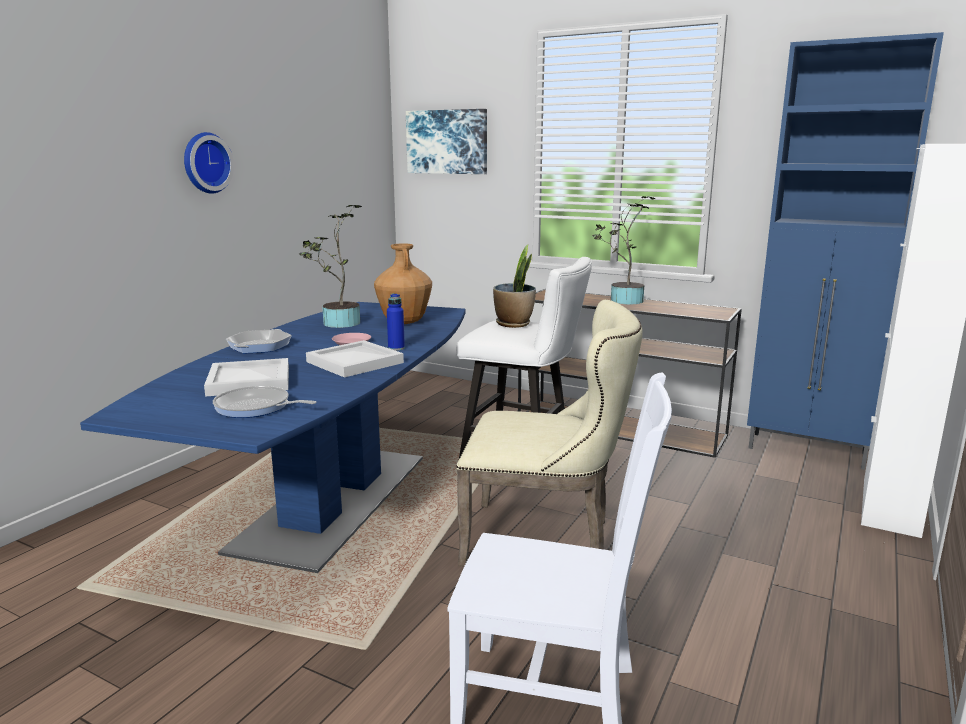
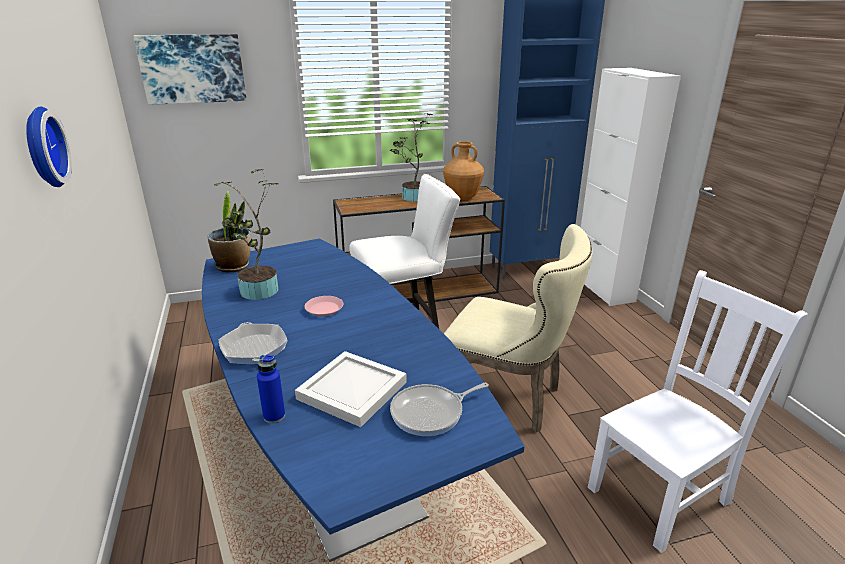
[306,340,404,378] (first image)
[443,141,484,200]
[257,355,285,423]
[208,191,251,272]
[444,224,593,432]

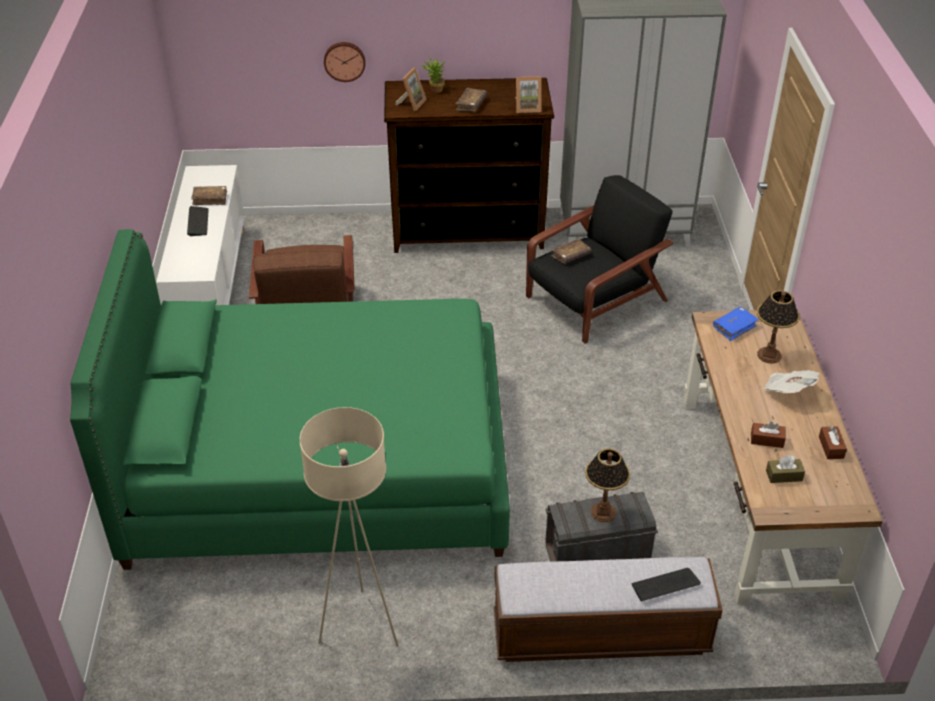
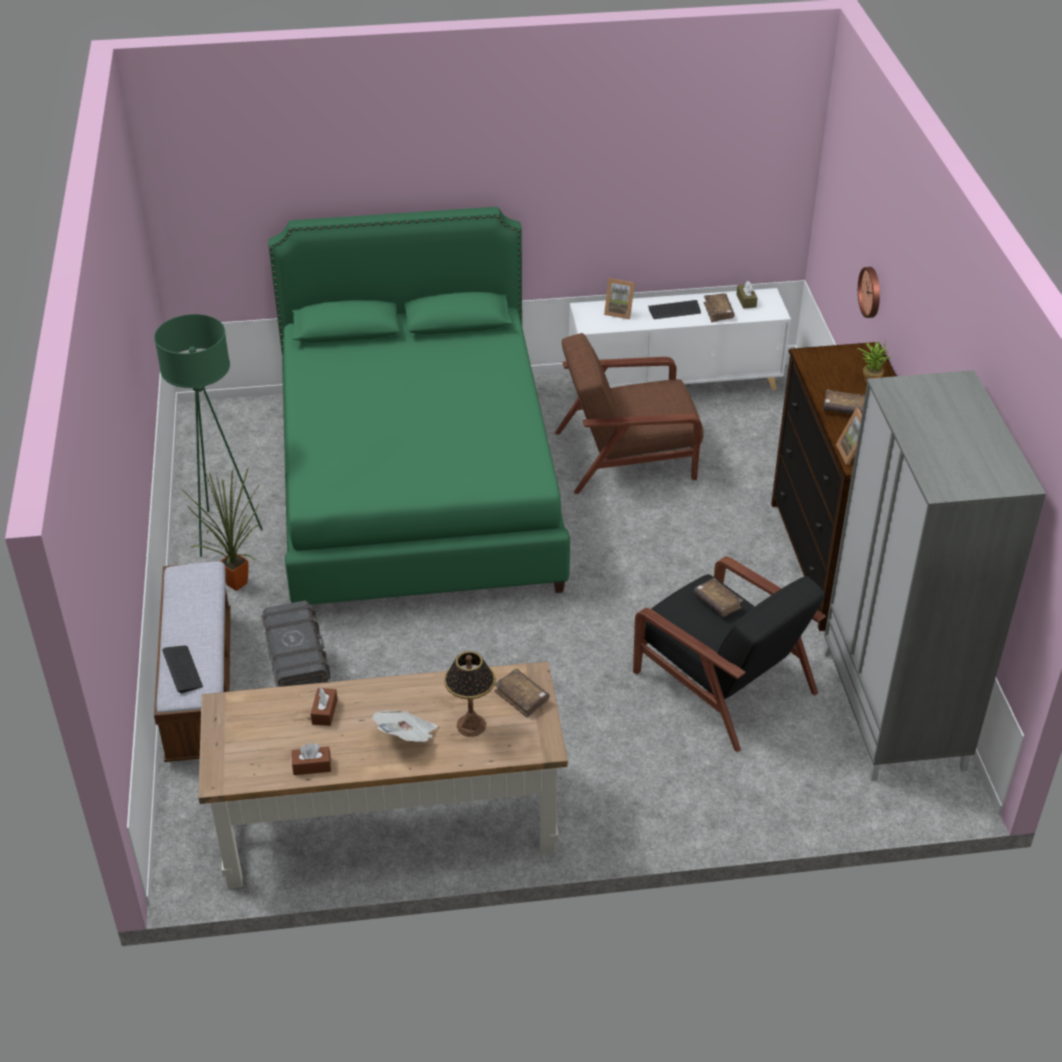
[585,448,630,522] (first image)
[183,459,260,591]
[604,278,635,319]
[736,281,757,309]
[154,314,263,557]
[494,669,549,718]

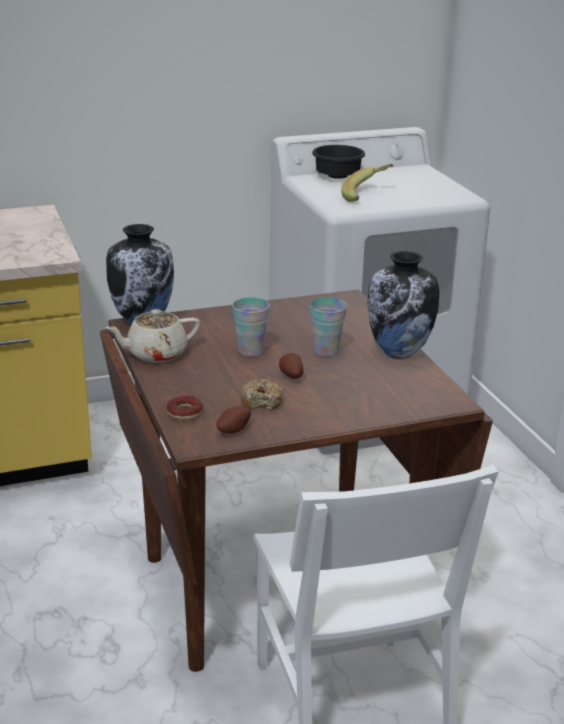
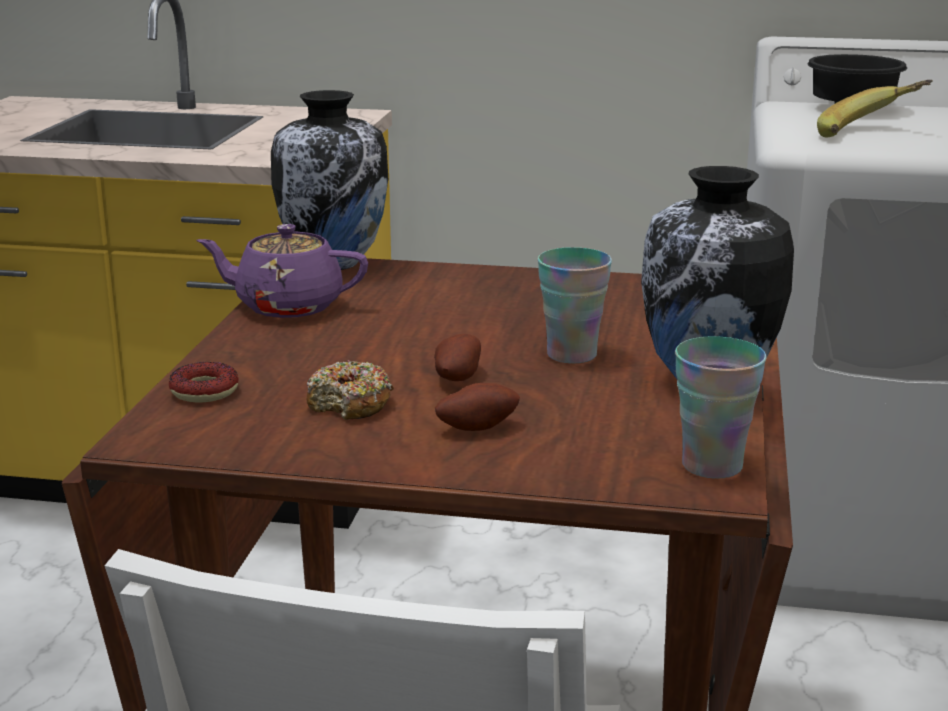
[435,383,520,431]
[675,336,767,479]
[197,224,368,318]

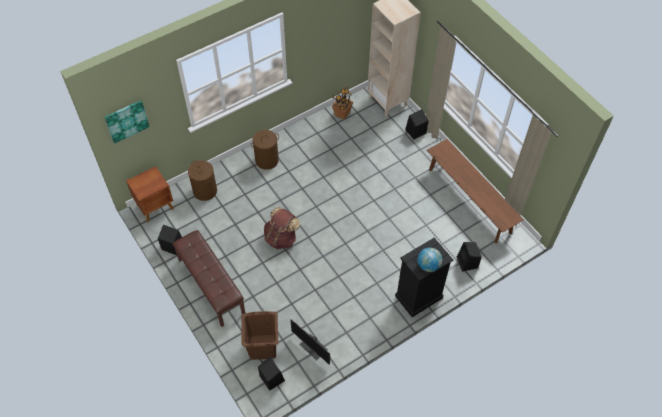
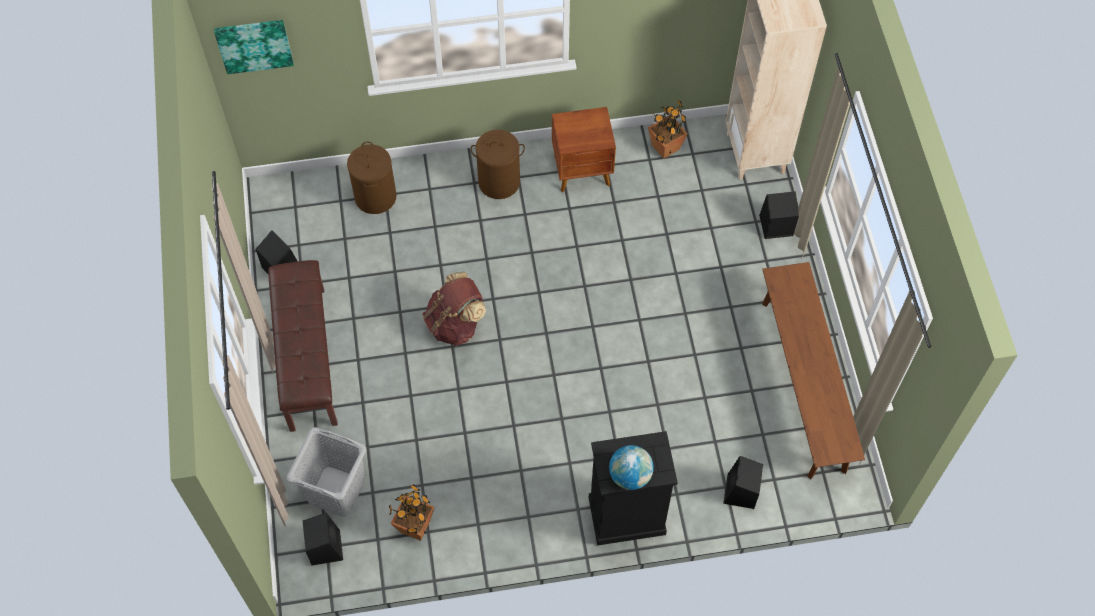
[552,107,616,192]
[389,484,435,541]
[287,427,366,517]

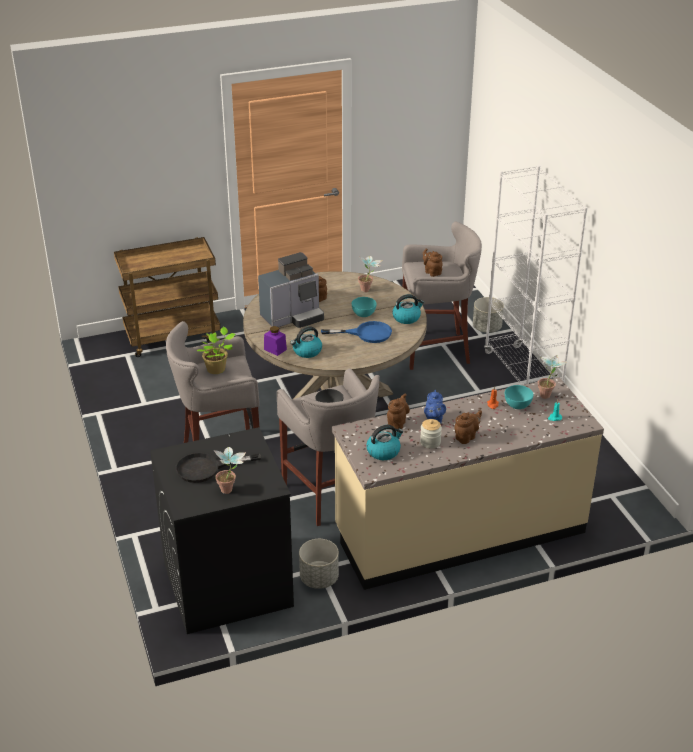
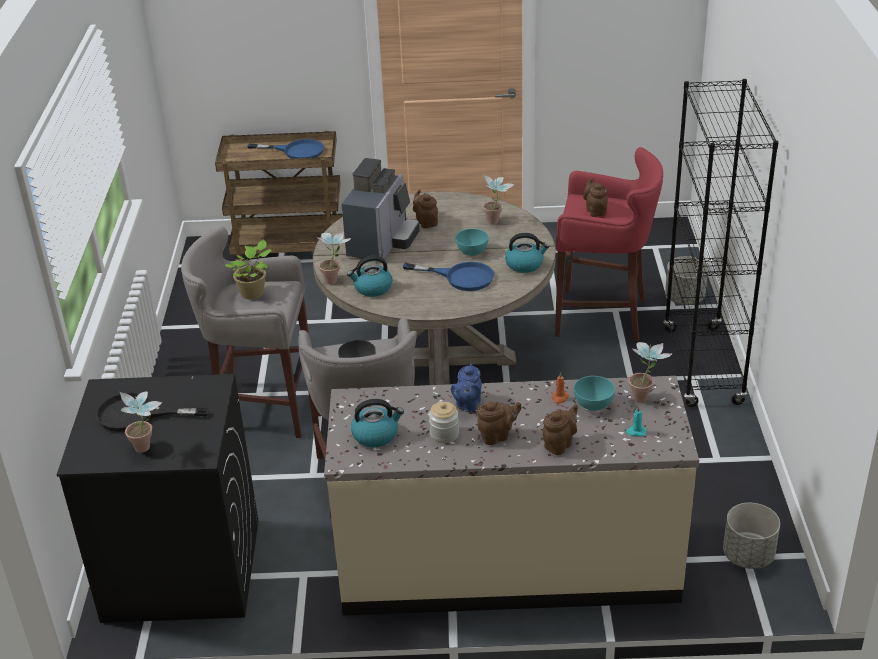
[247,139,324,159]
[723,503,780,569]
[542,404,578,455]
[317,231,351,284]
[555,147,663,341]
[663,79,779,407]
[342,158,419,260]

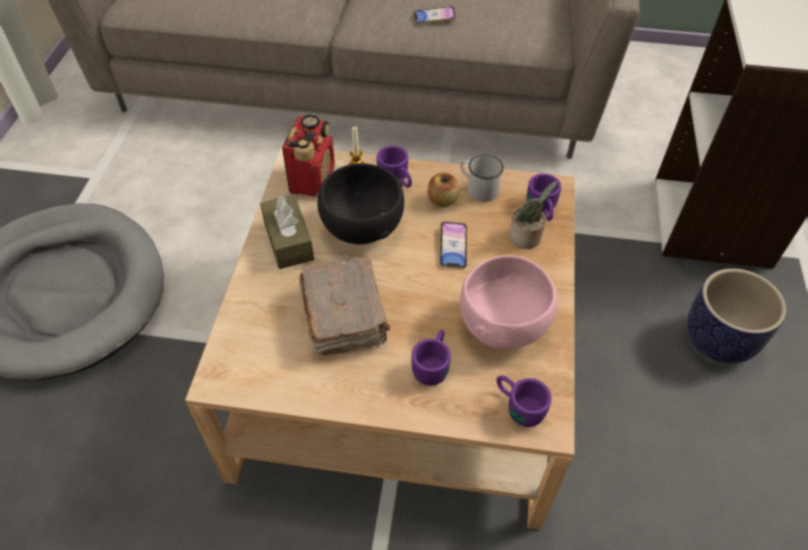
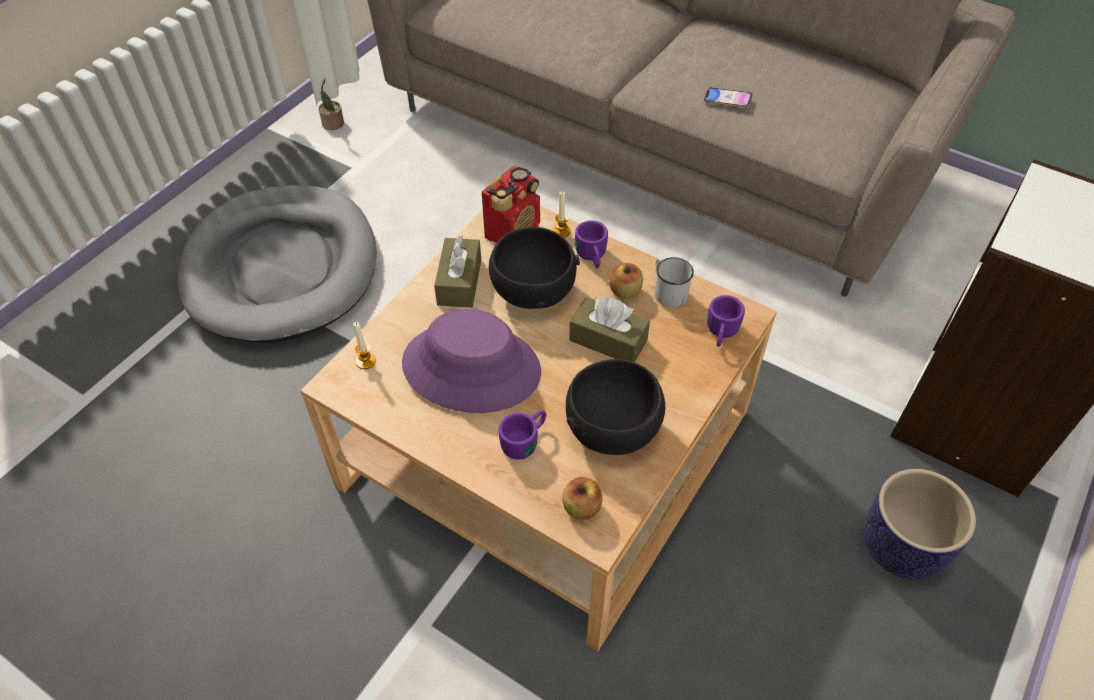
[353,322,376,369]
[319,78,344,130]
[402,309,541,413]
[569,297,650,362]
[562,477,602,520]
[566,359,665,455]

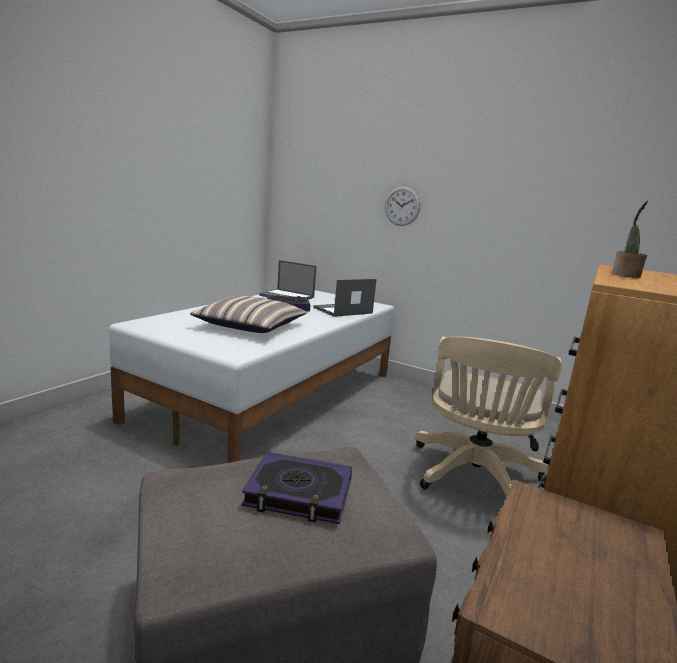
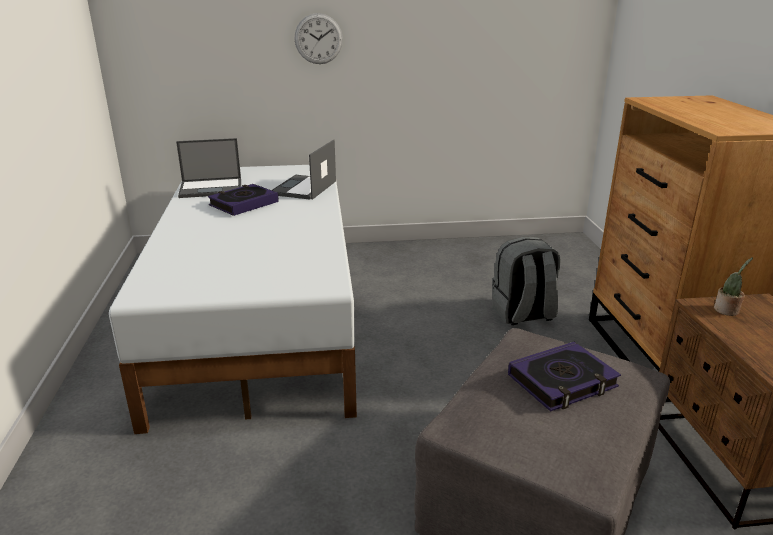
[190,295,307,333] (first image)
[714,257,753,316]
[492,237,561,325]

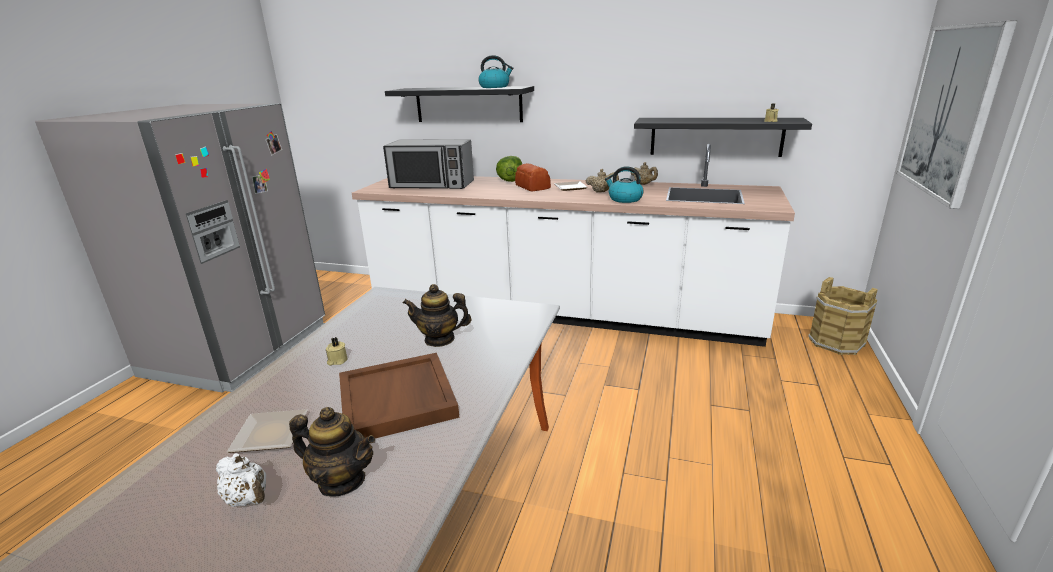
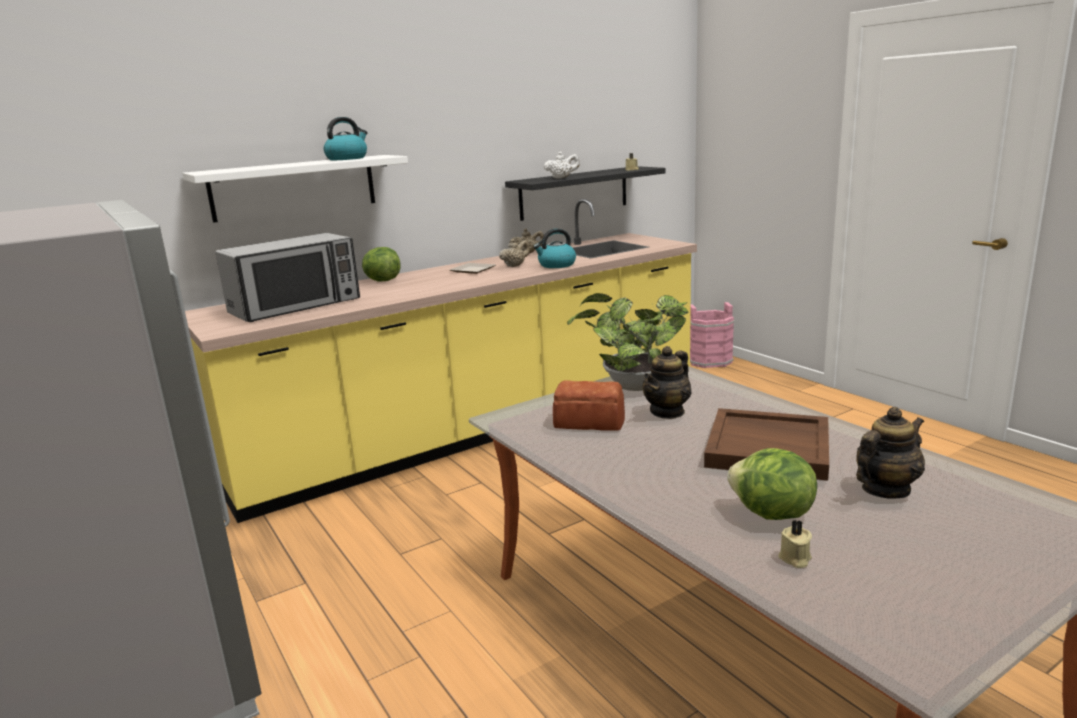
[896,20,1018,209] (first image)
[567,293,688,391]
[544,152,579,179]
[778,520,812,568]
[553,380,625,431]
[727,448,817,520]
[185,199,697,523]
[182,155,408,223]
[690,302,735,368]

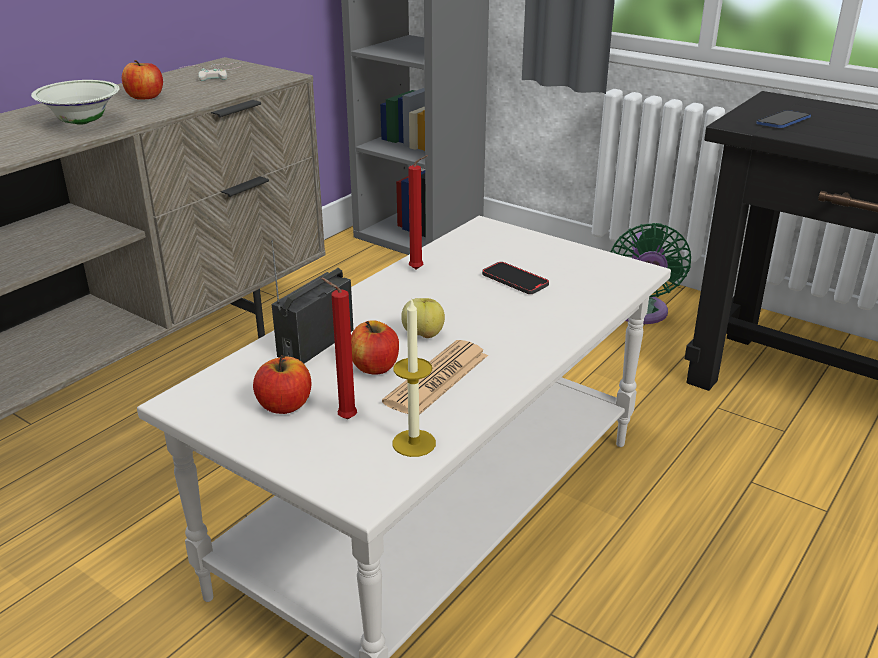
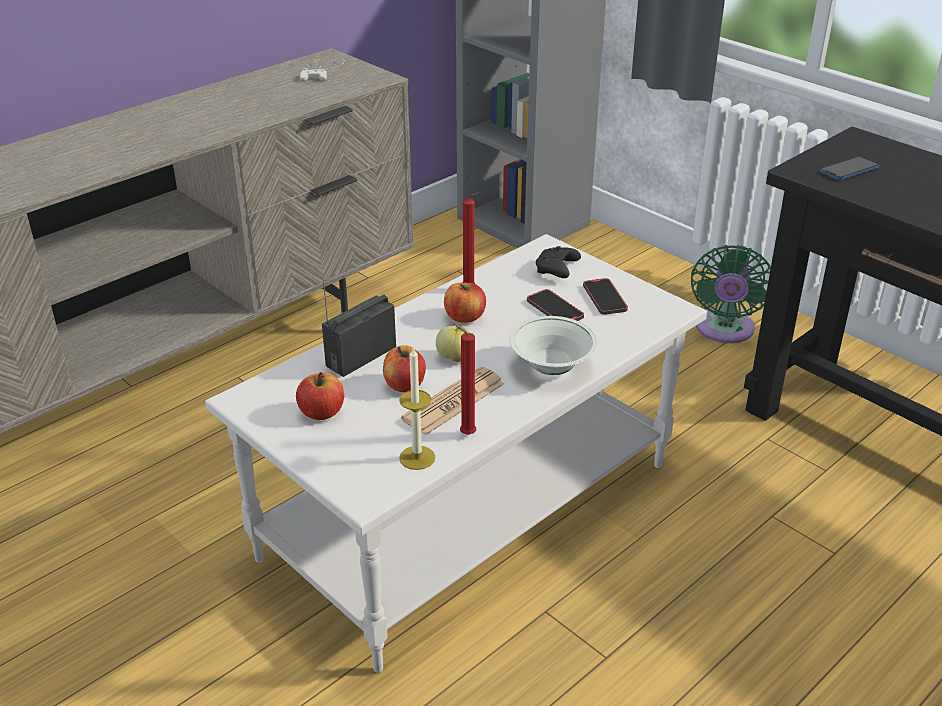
[536,246,581,278]
[583,278,628,315]
[510,316,598,375]
[444,282,486,323]
[453,323,476,435]

